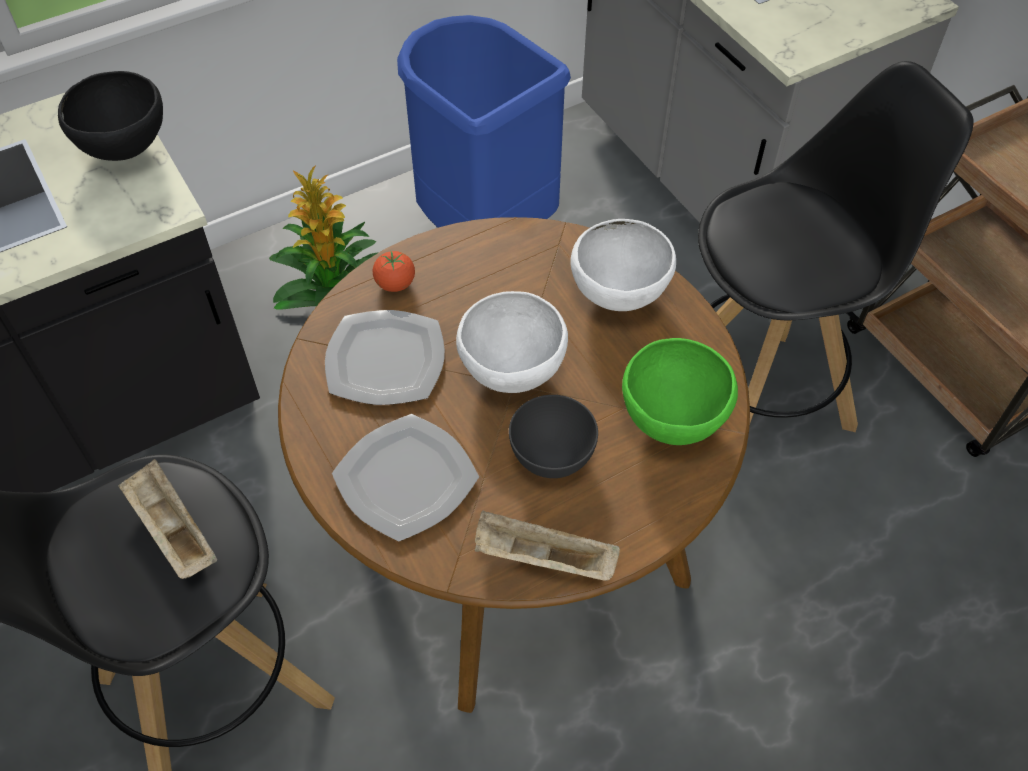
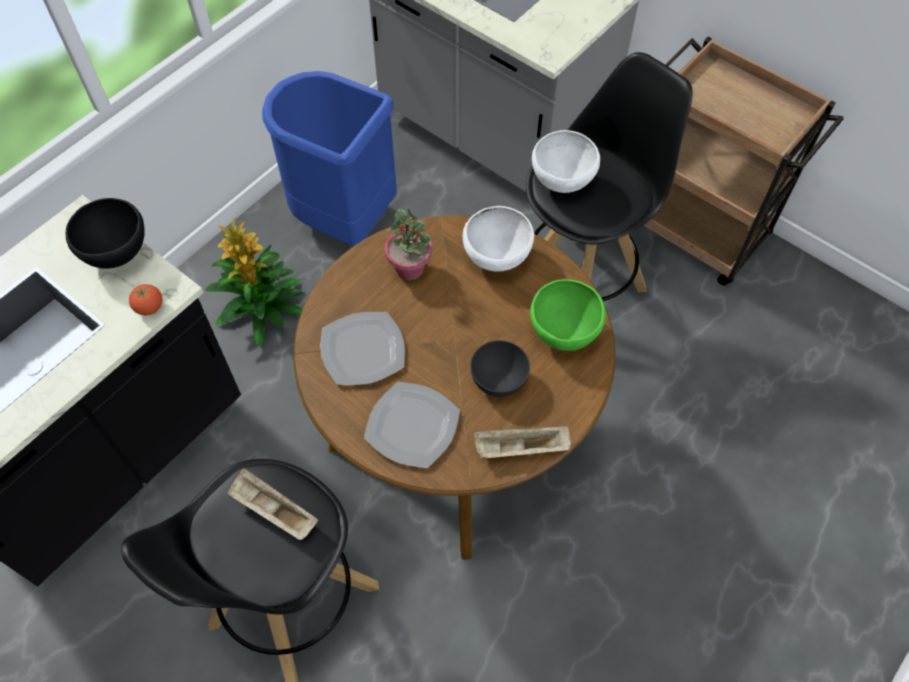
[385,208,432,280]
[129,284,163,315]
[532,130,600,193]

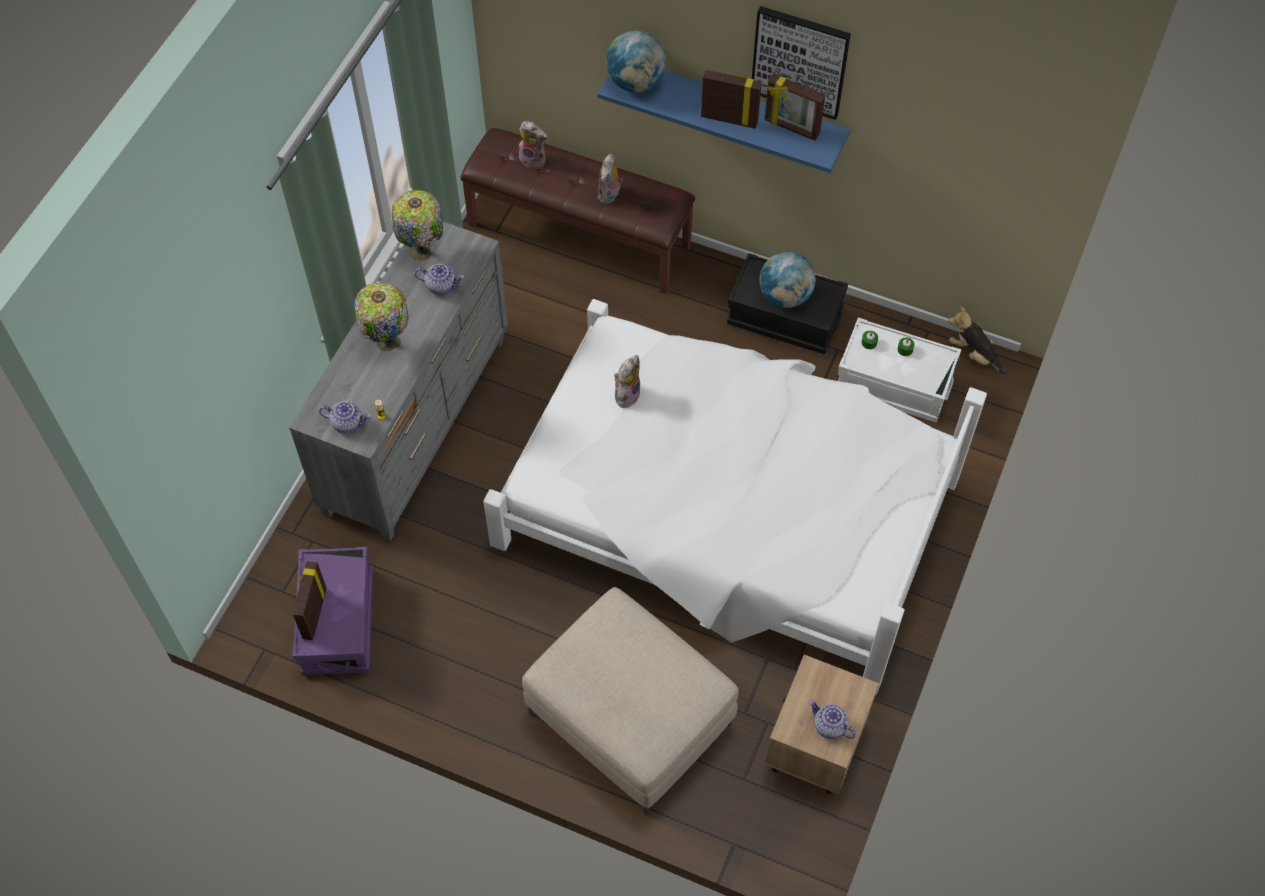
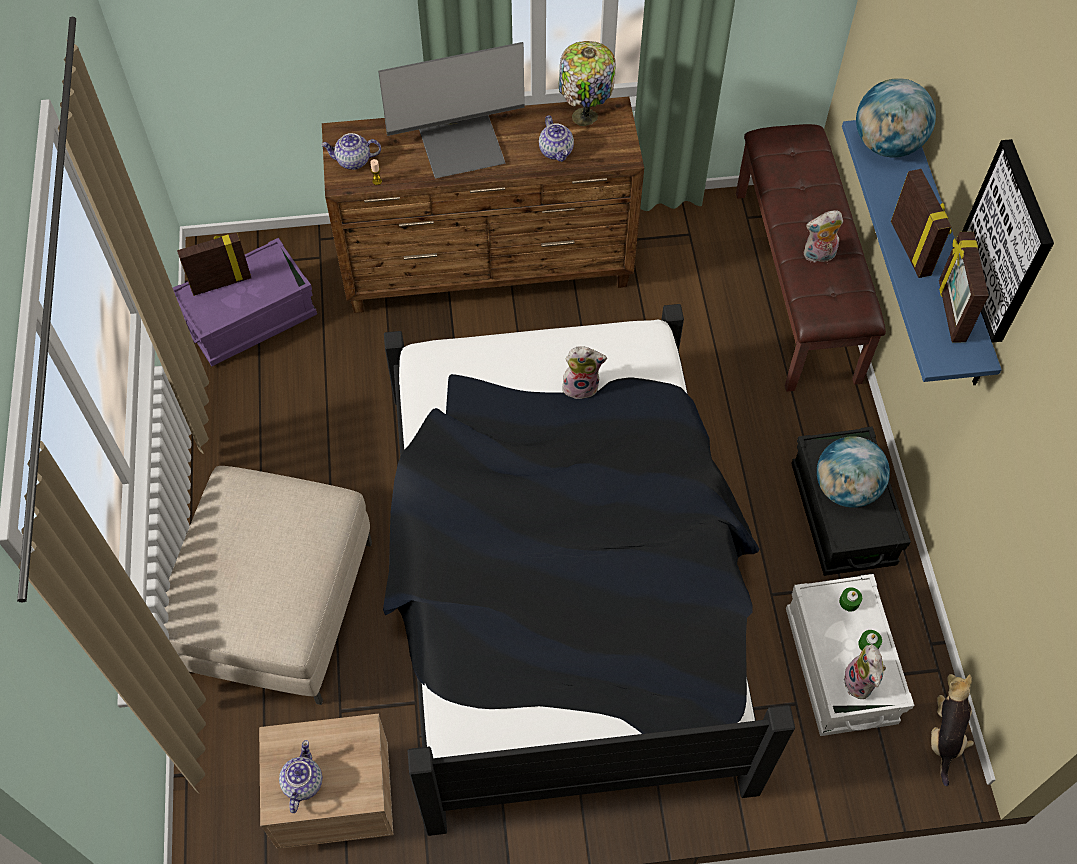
[844,645,886,699]
[378,42,525,179]
[322,97,644,313]
[383,304,795,836]
[321,133,381,170]

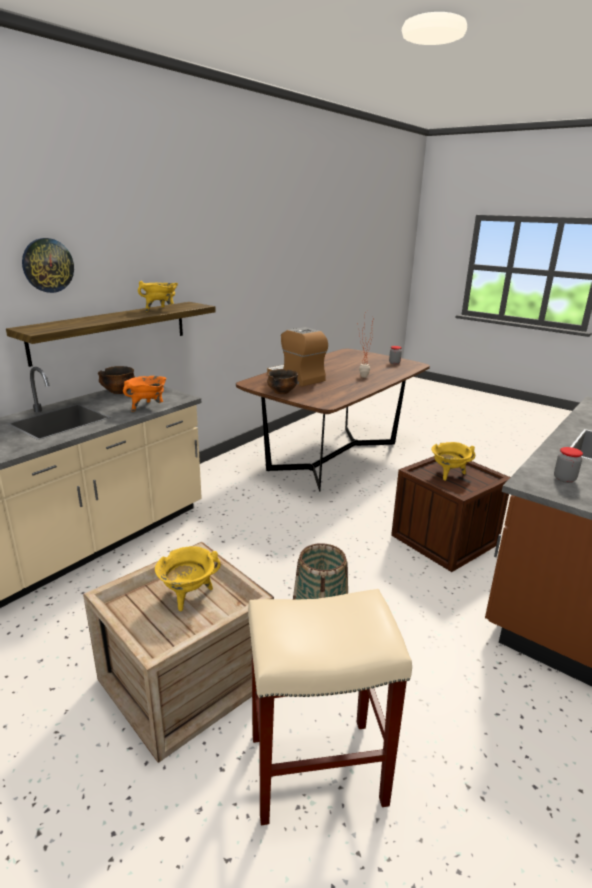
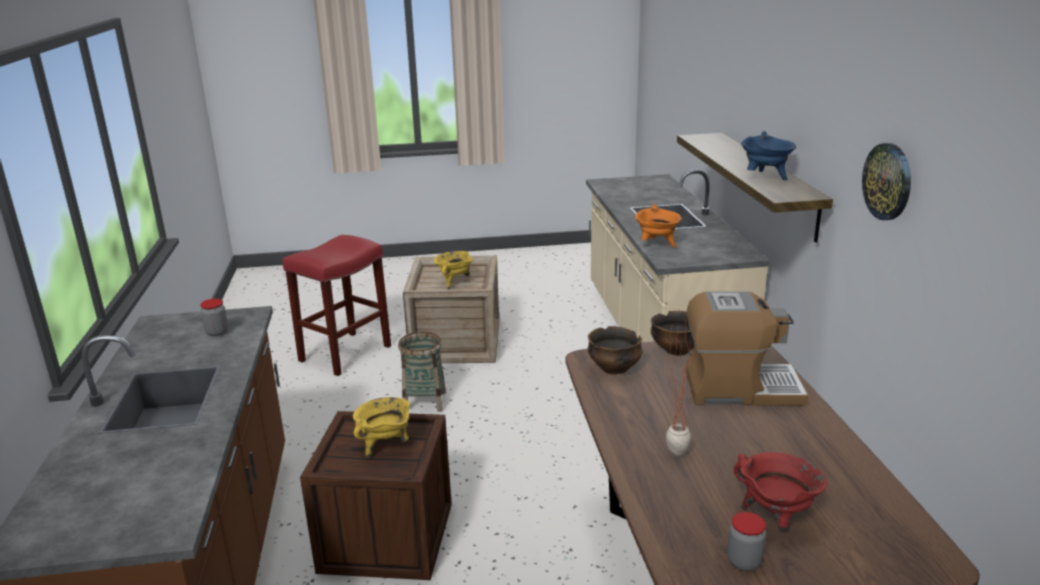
[734,452,827,528]
[862,143,911,220]
[588,326,643,375]
[741,131,796,180]
[283,235,391,376]

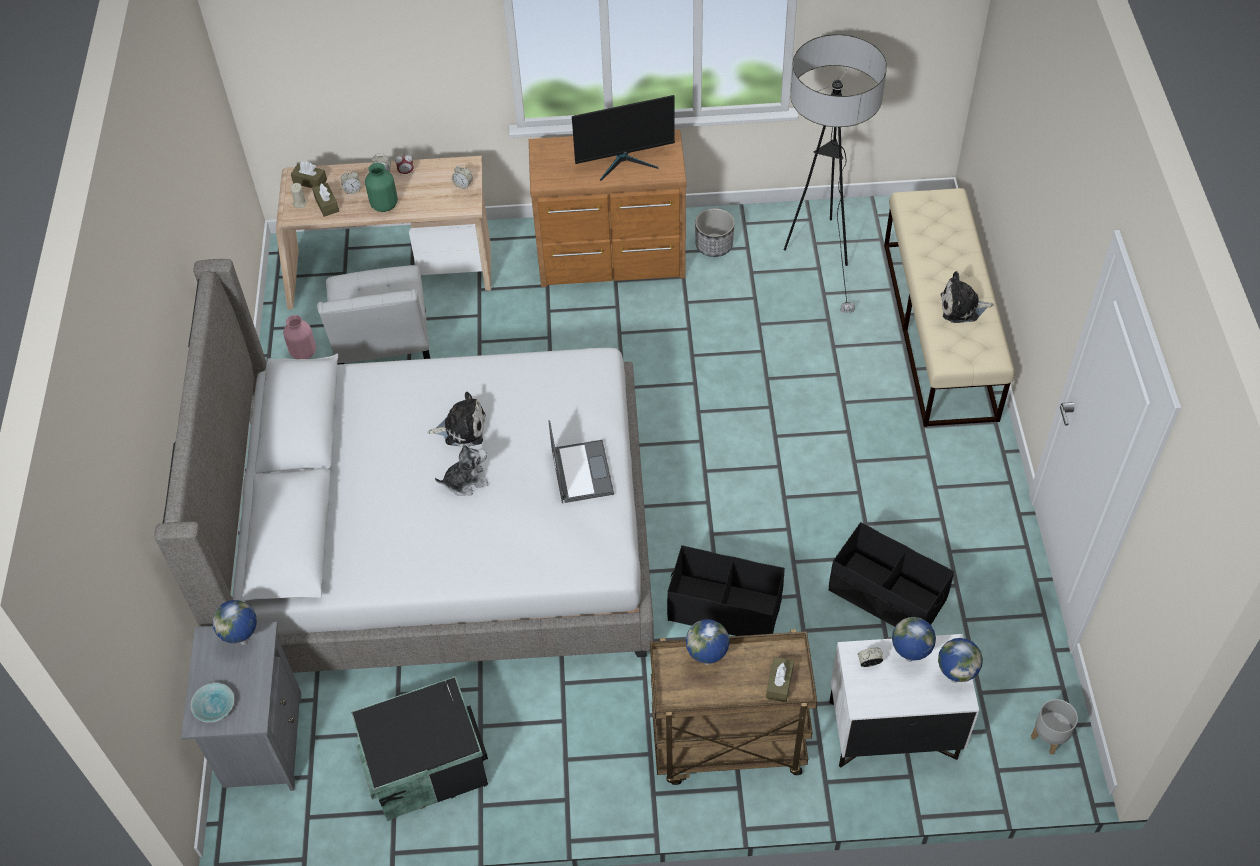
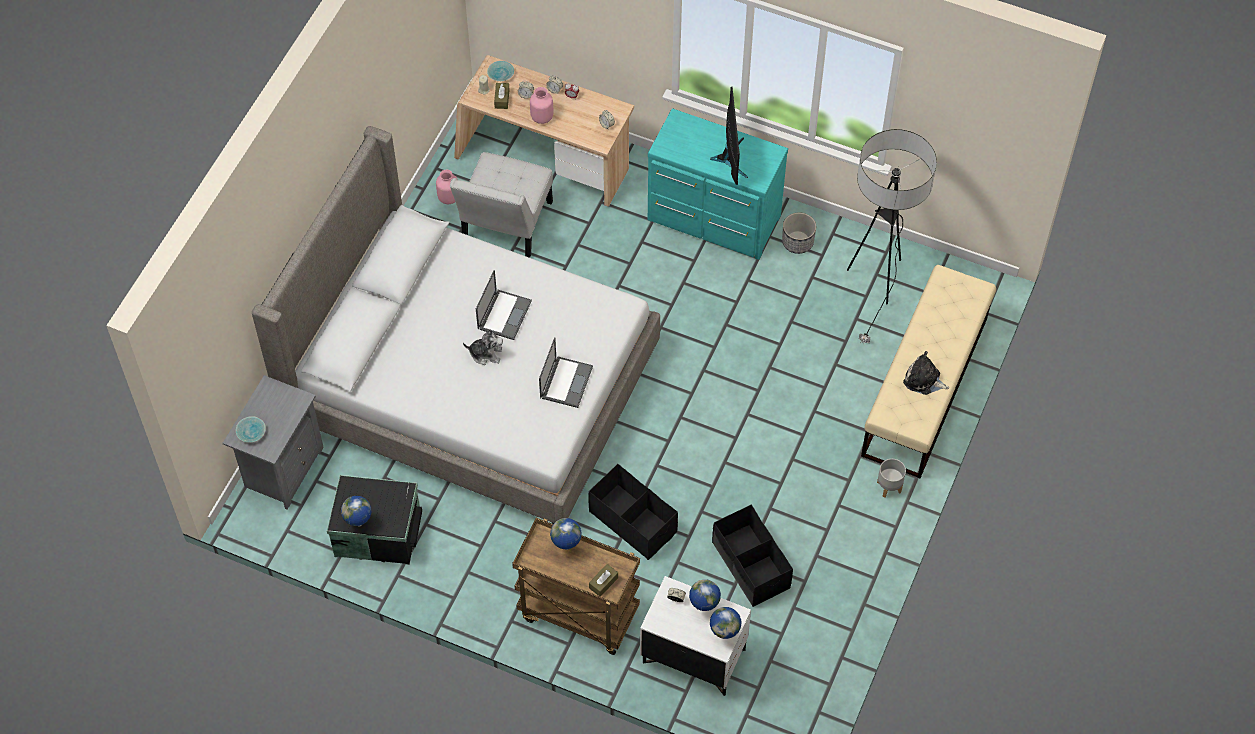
[341,496,371,527]
[877,459,906,497]
[487,61,514,81]
[476,270,532,340]
[530,87,553,124]
[648,108,788,260]
[710,87,748,185]

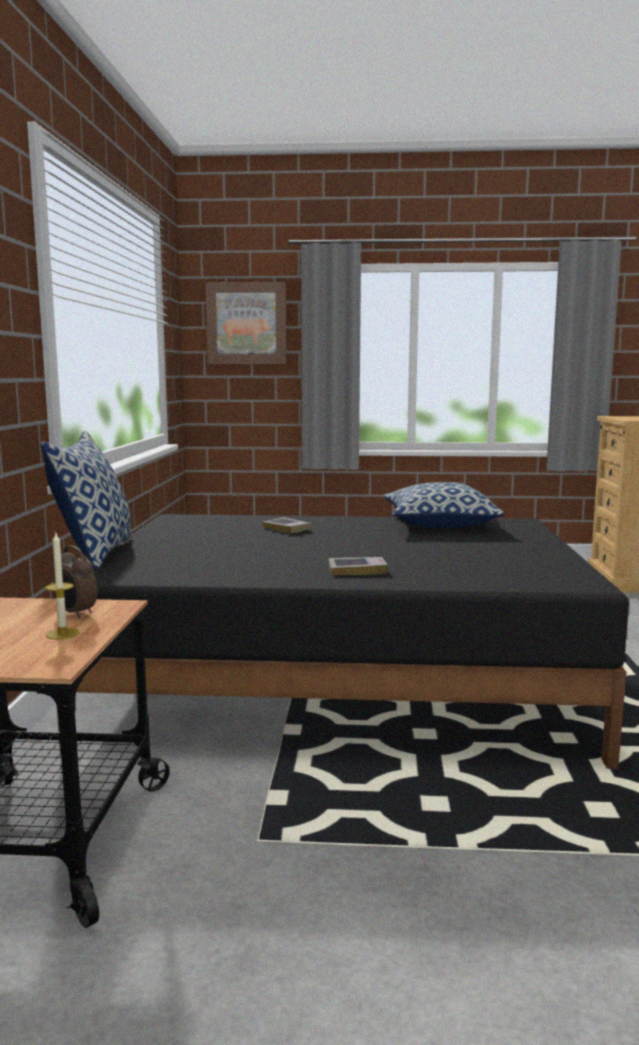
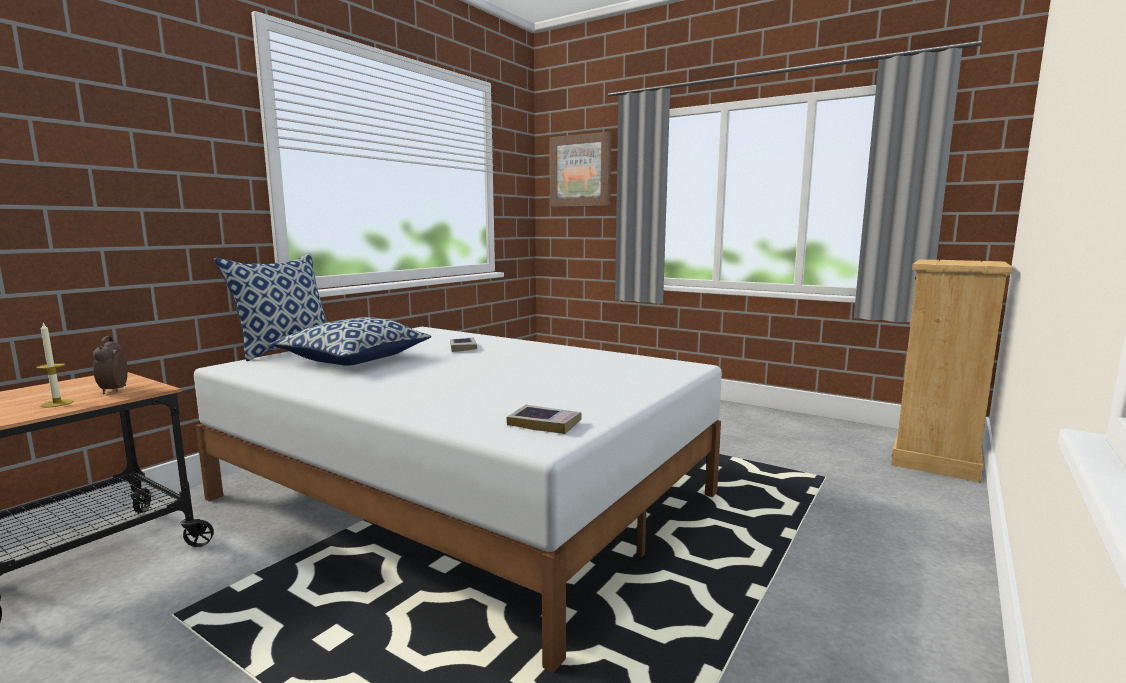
[506,405,582,434]
[270,317,432,366]
[194,327,722,673]

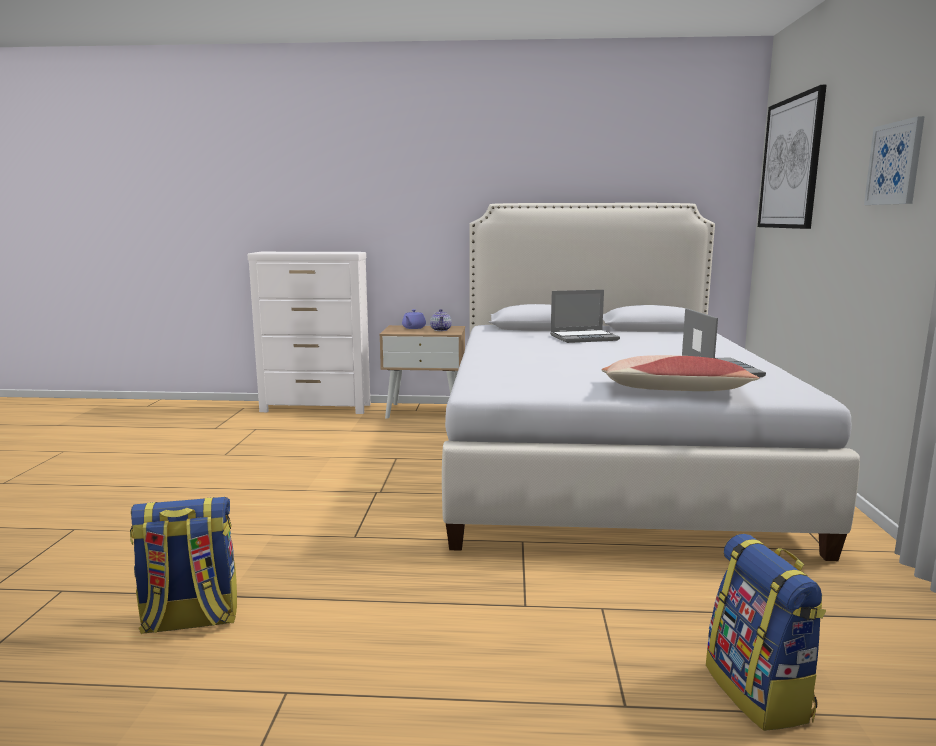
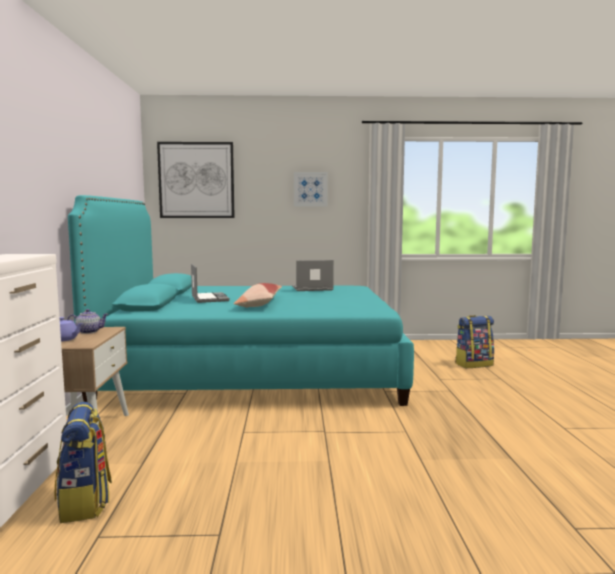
[55,402,112,523]
[234,283,282,308]
[68,195,414,406]

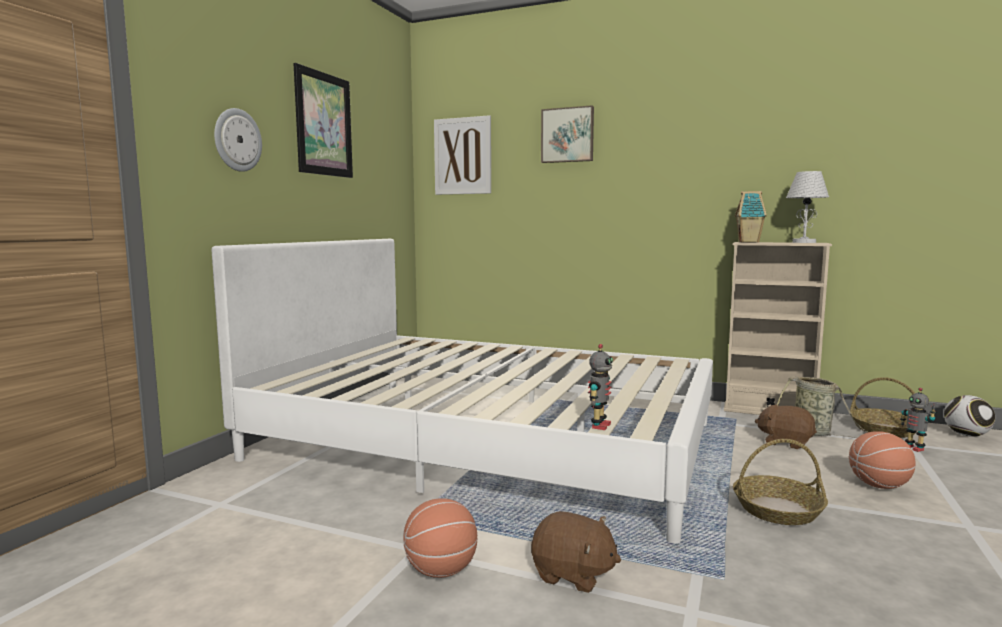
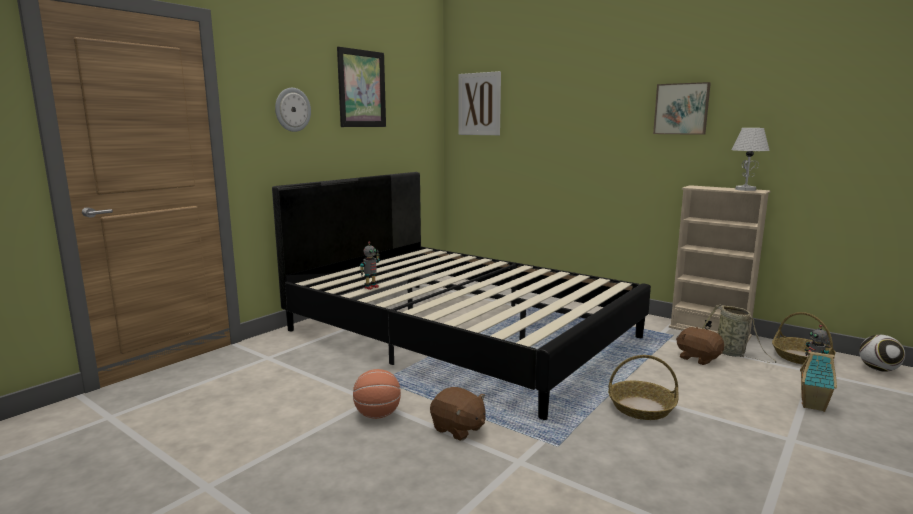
[849,431,916,489] (first image)
[653,82,711,135]
[360,241,380,290]
[800,351,837,412]
[272,172,651,420]

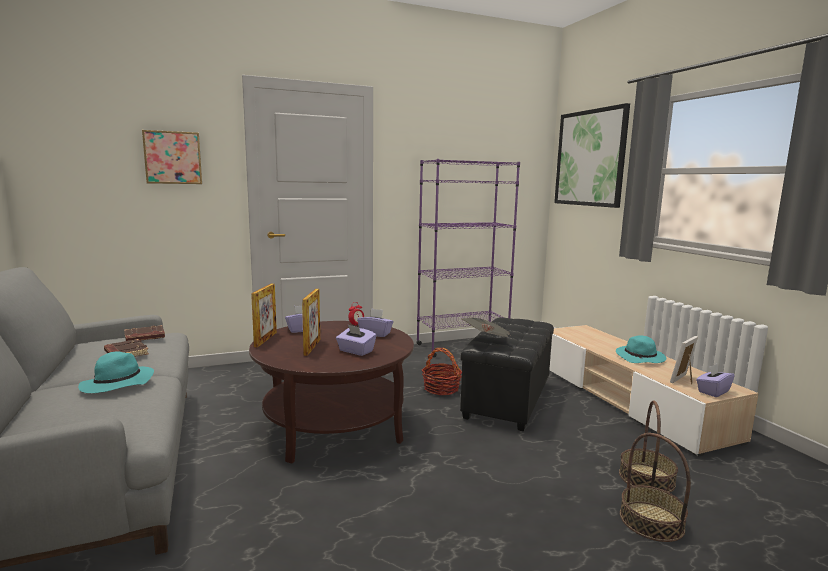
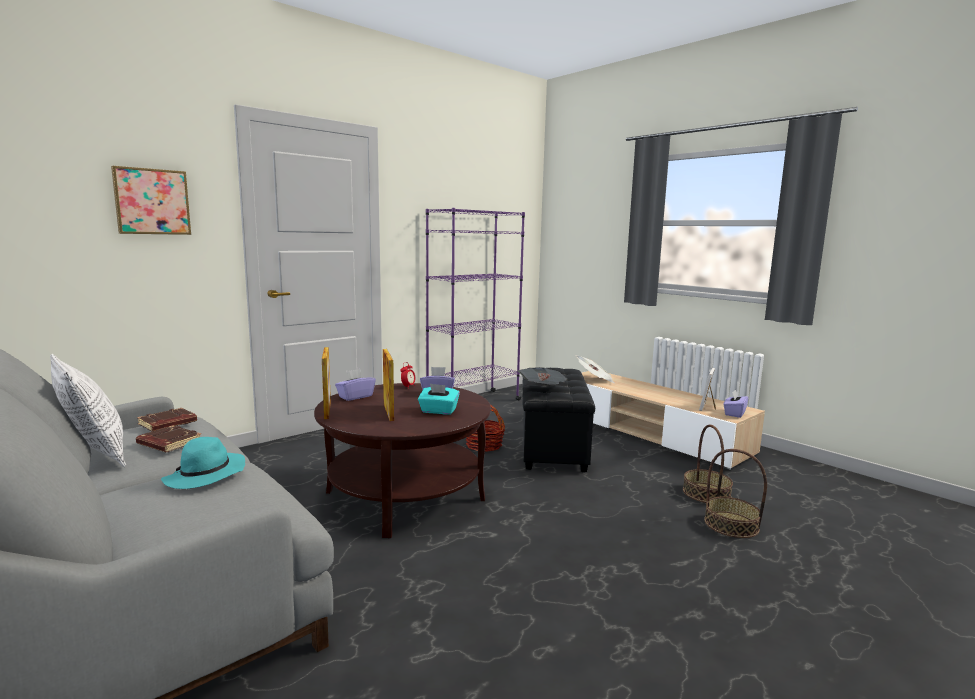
[554,103,630,208] (first image)
[616,335,666,363] (first image)
[50,354,126,467]
[575,355,614,383]
[418,384,460,415]

